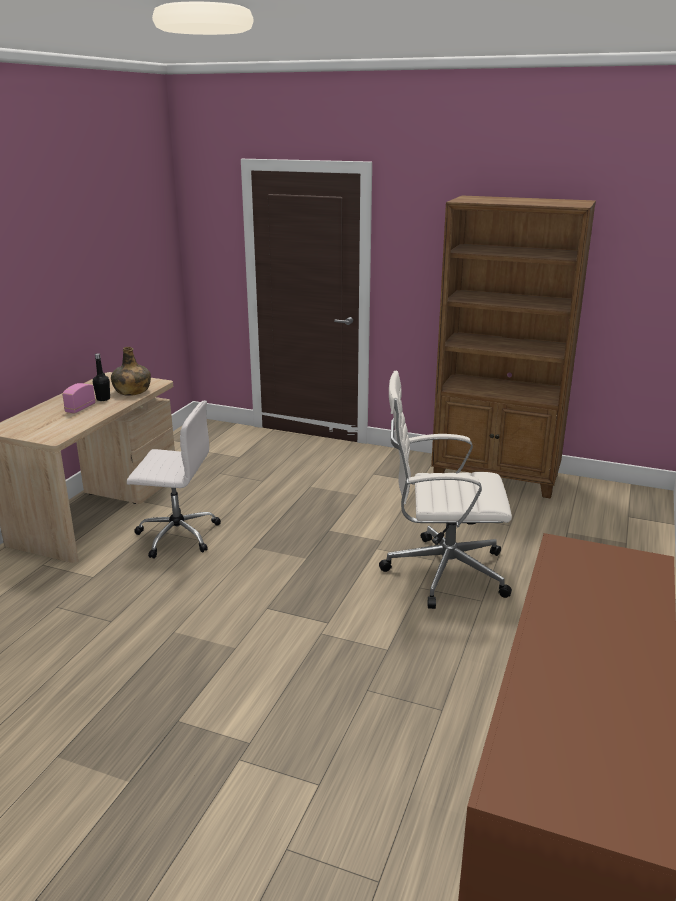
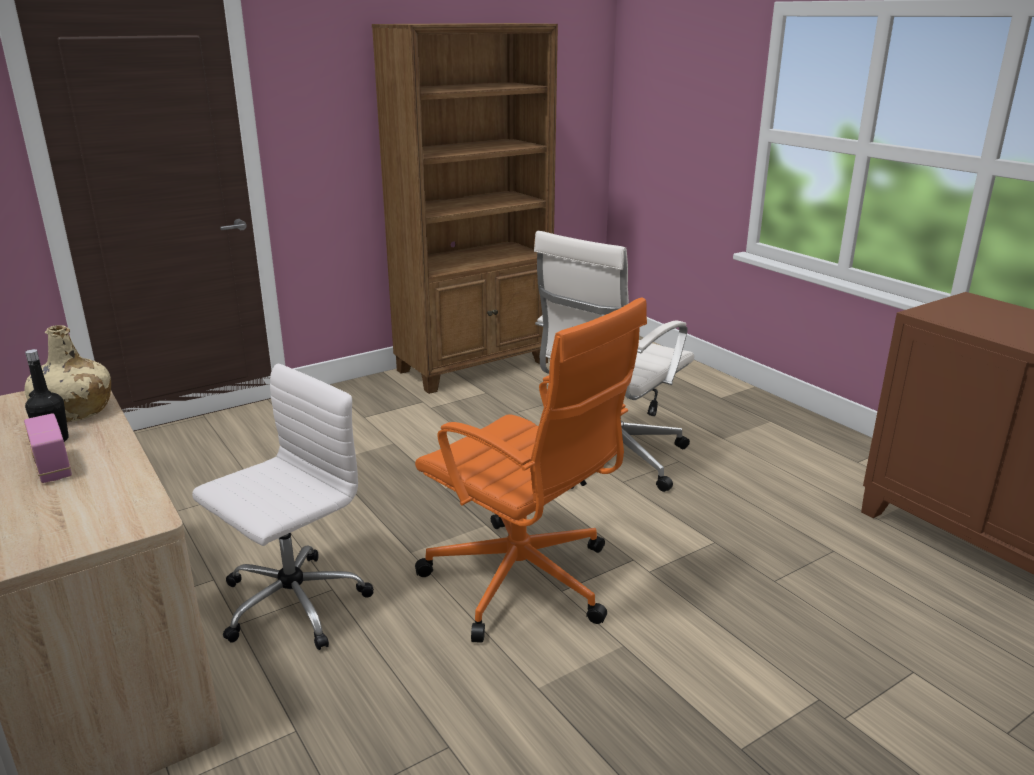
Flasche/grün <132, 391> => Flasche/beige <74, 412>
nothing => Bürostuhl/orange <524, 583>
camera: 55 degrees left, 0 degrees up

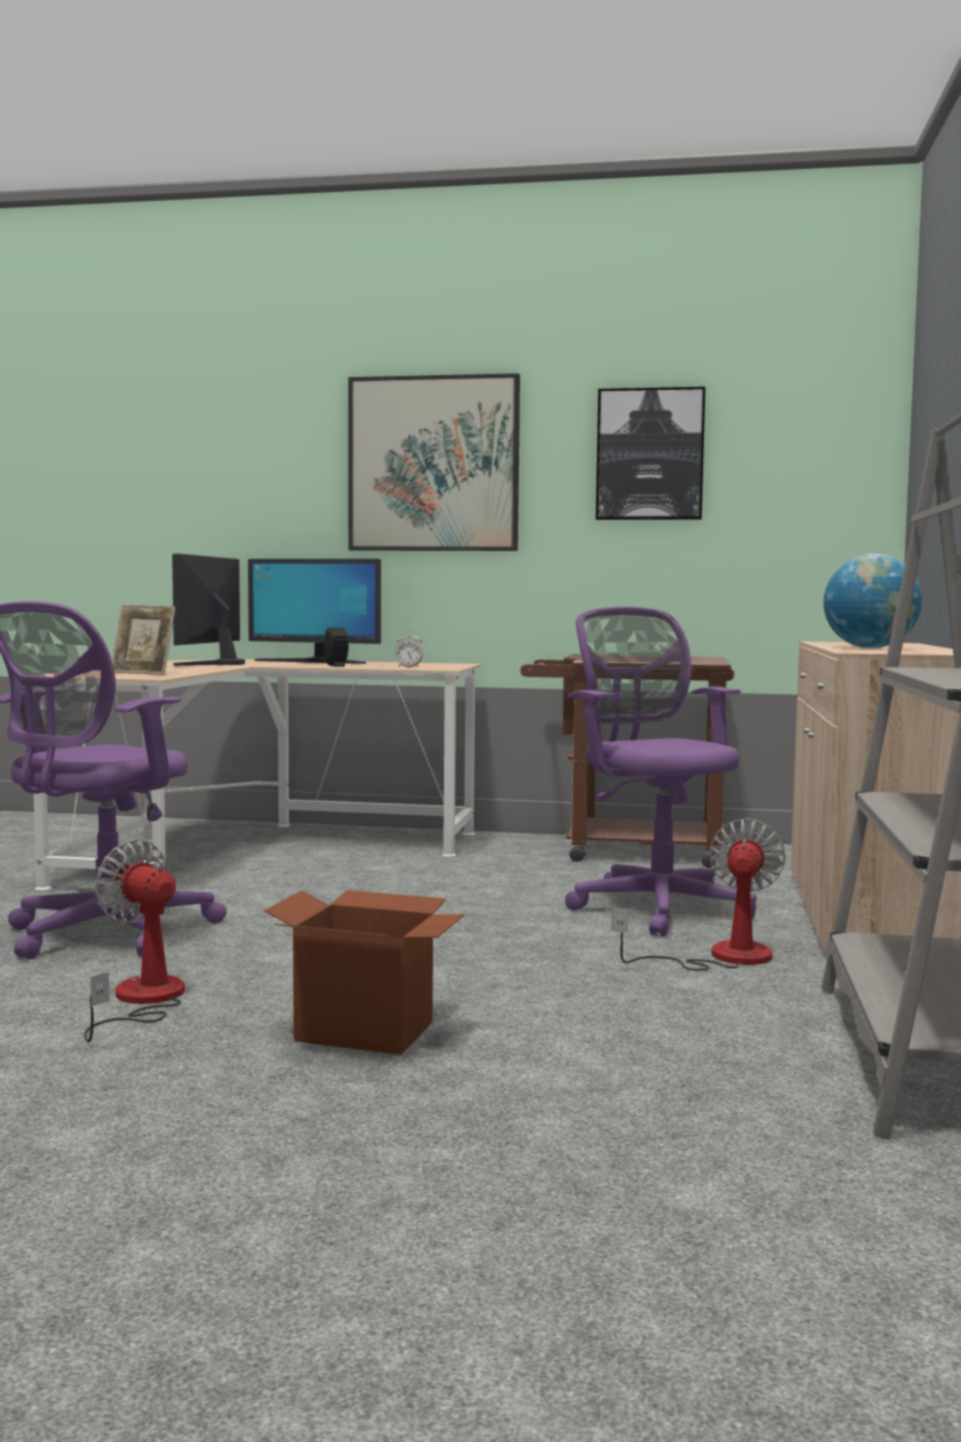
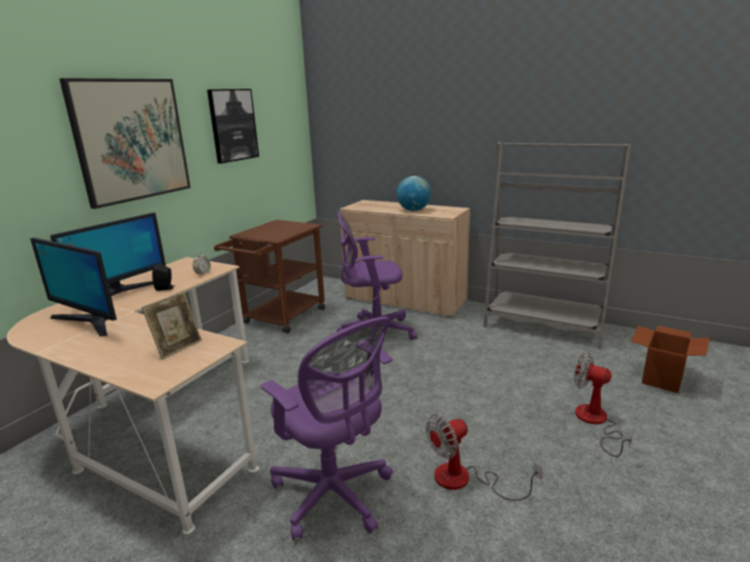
Ventilator <720, 957> => Ventilator <595, 422>, move
Karton <365, 1032> => Karton <662, 378>, move
camera: 70 degrees left, 15 degrees up

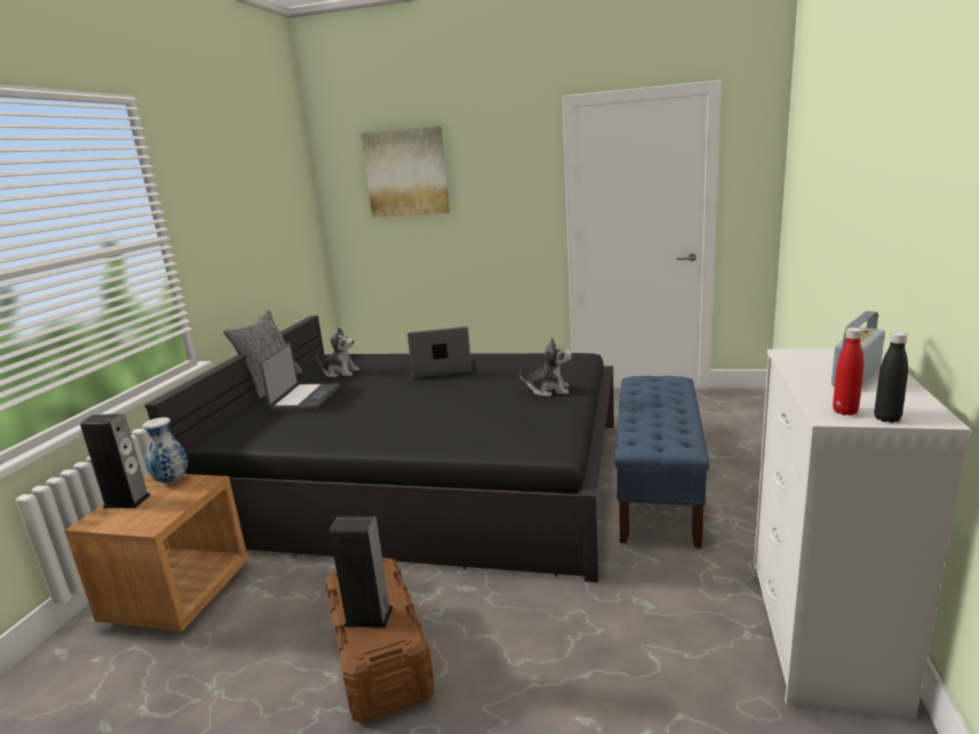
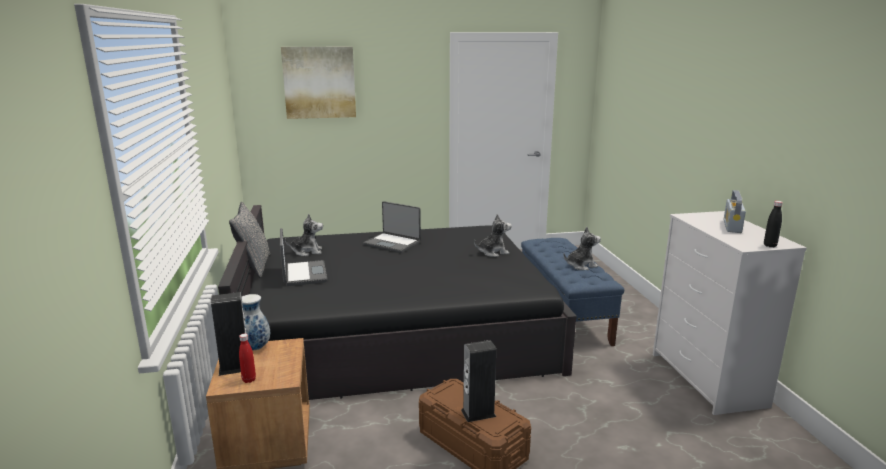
Laptop <441, 369> => Laptop <393, 243>, 120 degrees counterclockwise
Flasche/rot <845, 411> => Flasche/rot <249, 380>, move
nothing => Plüschtier <581, 265>
camera: 25 degrees left, 0 degrees up

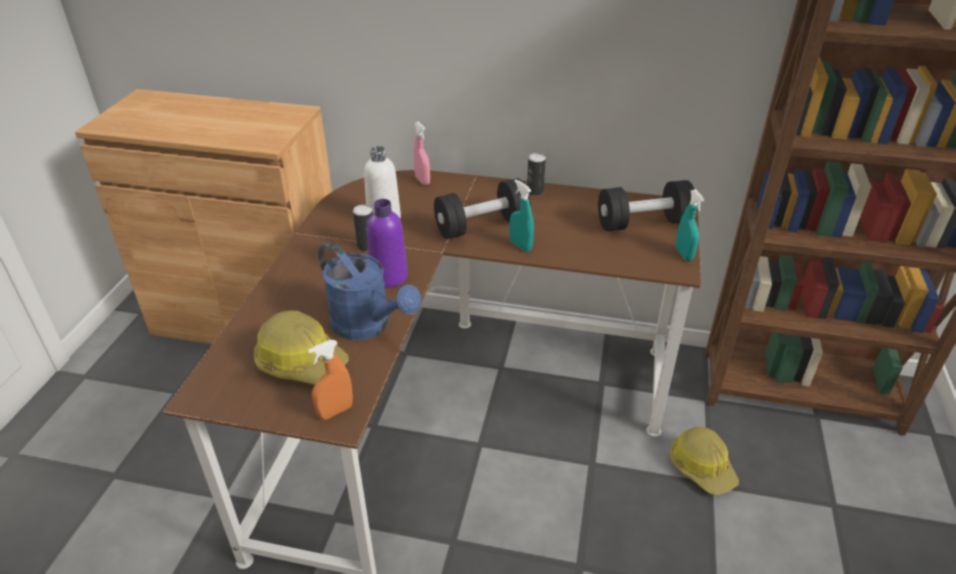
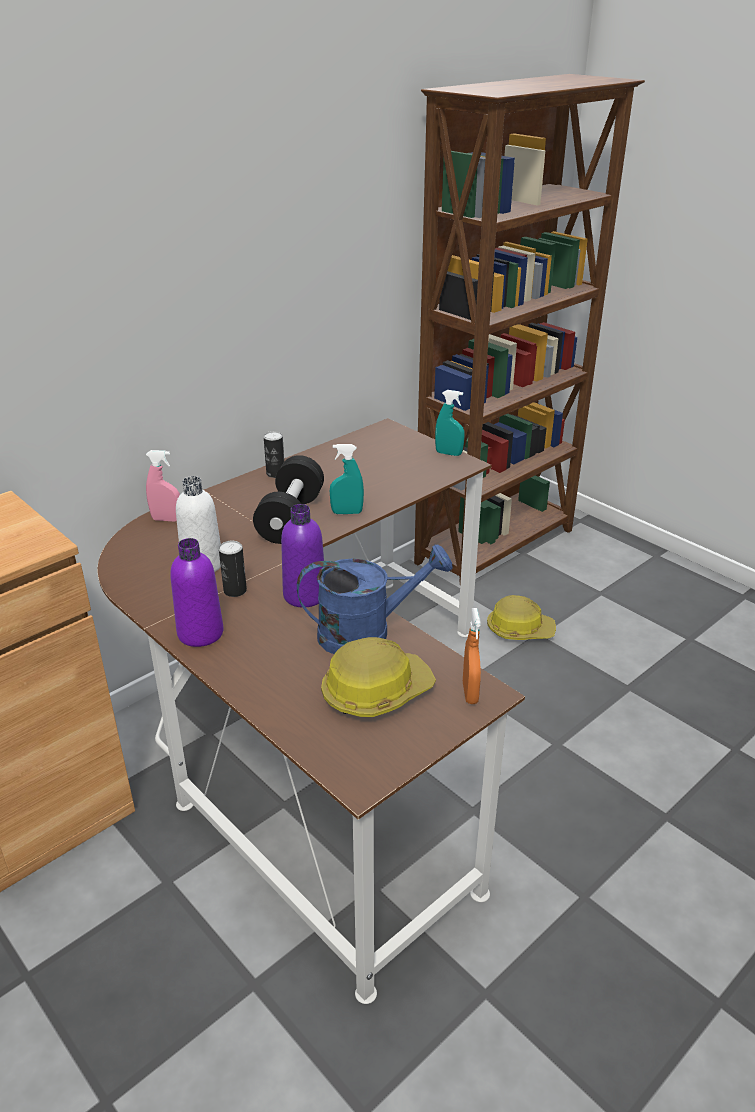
Hantel/schwarz <643, 223> => nothing
nothing => Flasche/lila <200, 633>
camera: 55 degrees left, 5 degrees down

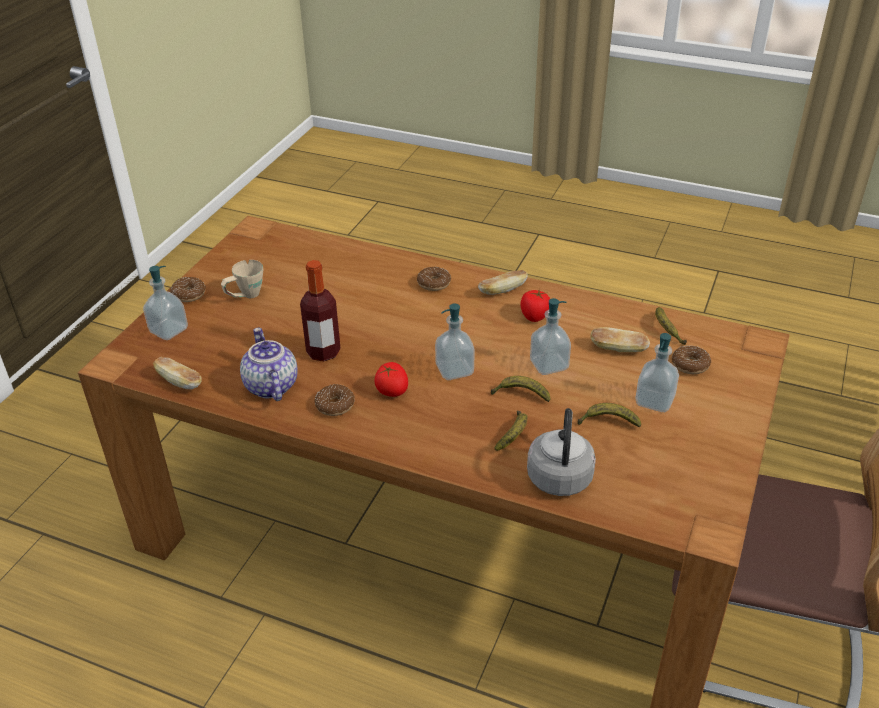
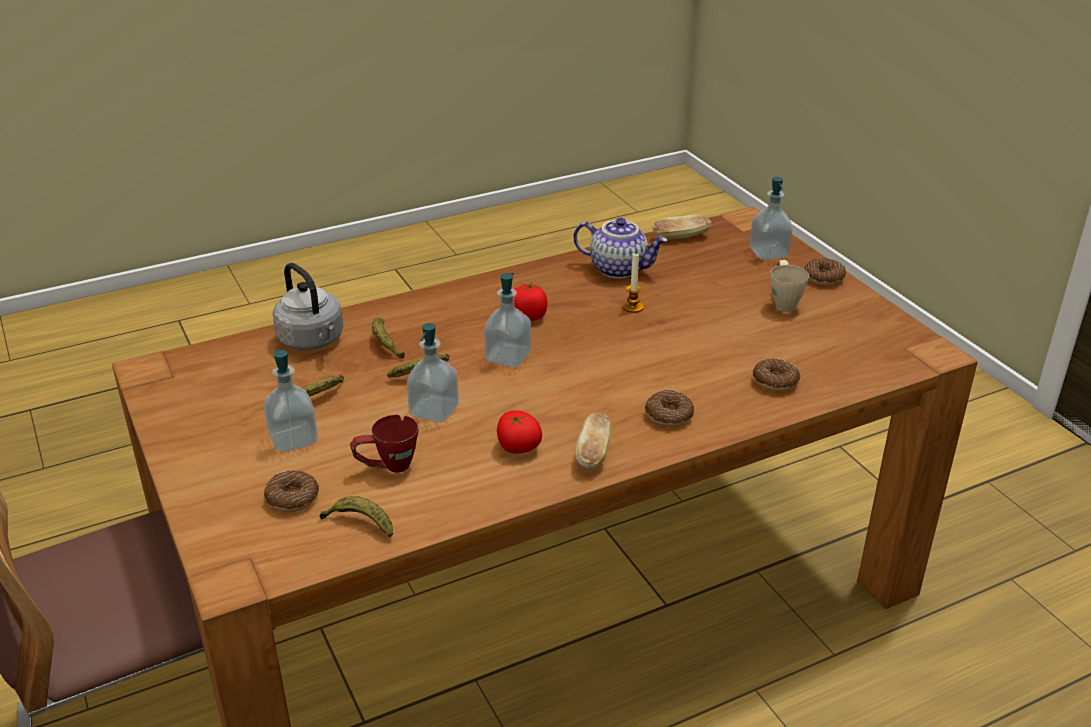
Flasche <323, 352> => Kerze <633, 307>
Brot <618, 349> => Henkelbecher/rot <387, 468>
Donut <335, 405> => Donut <775, 381>, move
camera: 130 degrees right, 5 degrees down

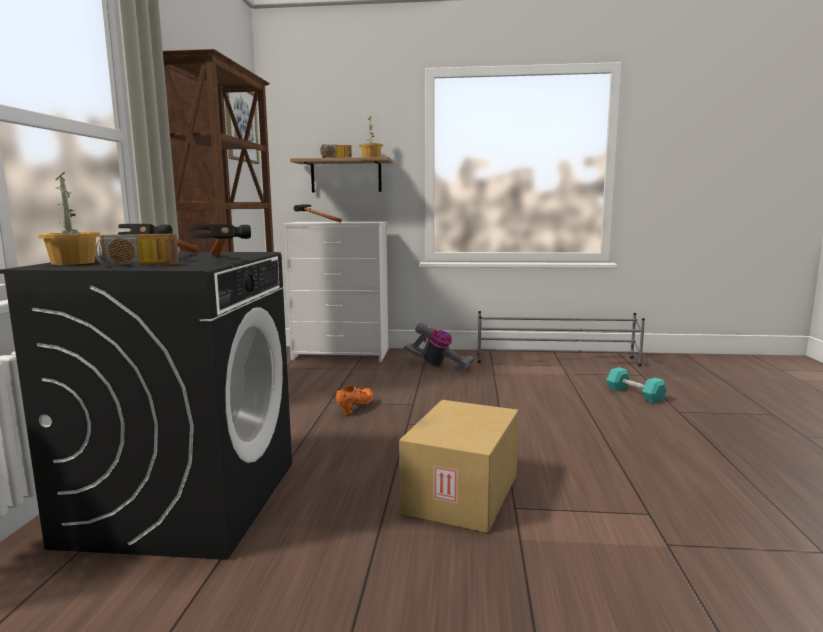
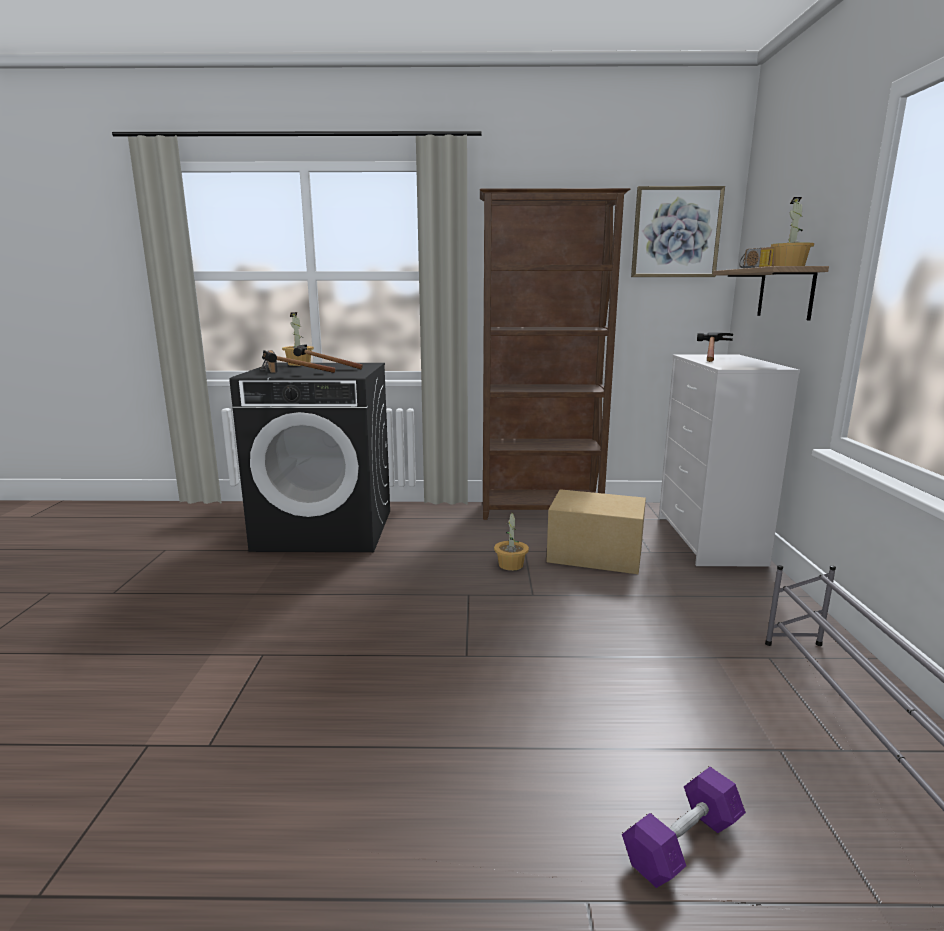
Staubsauger <439, 366> => nothing
Hantel/türkis <635, 394> => Hantel/lila <682, 843>
Schuh/orange <355, 408> => Topfpflanze <510, 565>
Karton <463, 494> => Karton <594, 555>, move
camera: 85 degrees right, 5 degrees up

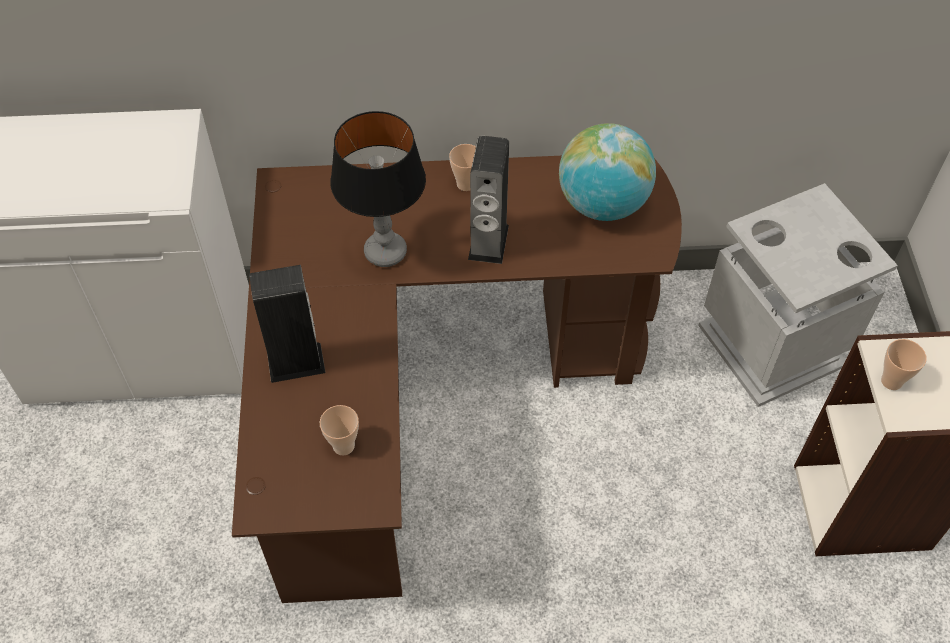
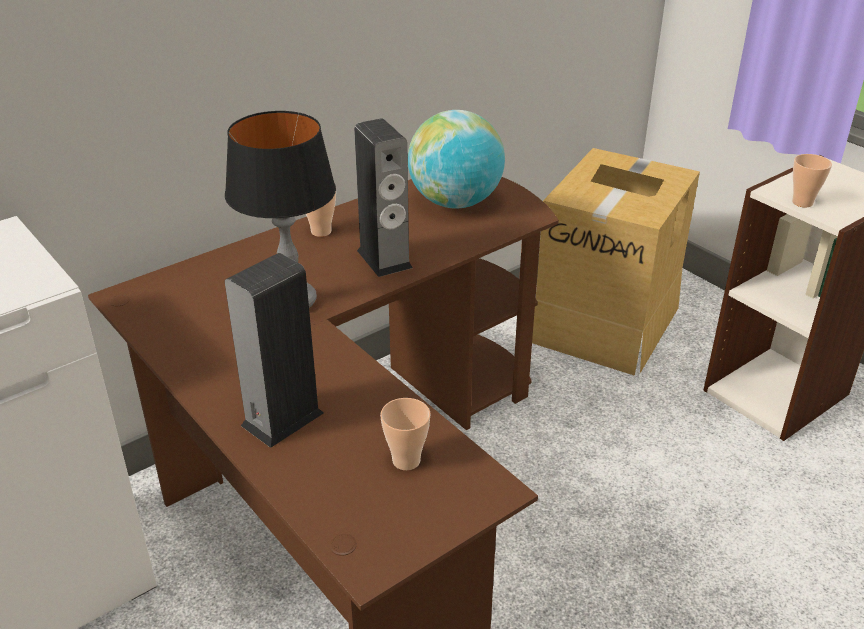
Mülleimer/grau <773, 346> => Karton <607, 323>
camera: 35 degrees left, 20 degrees down

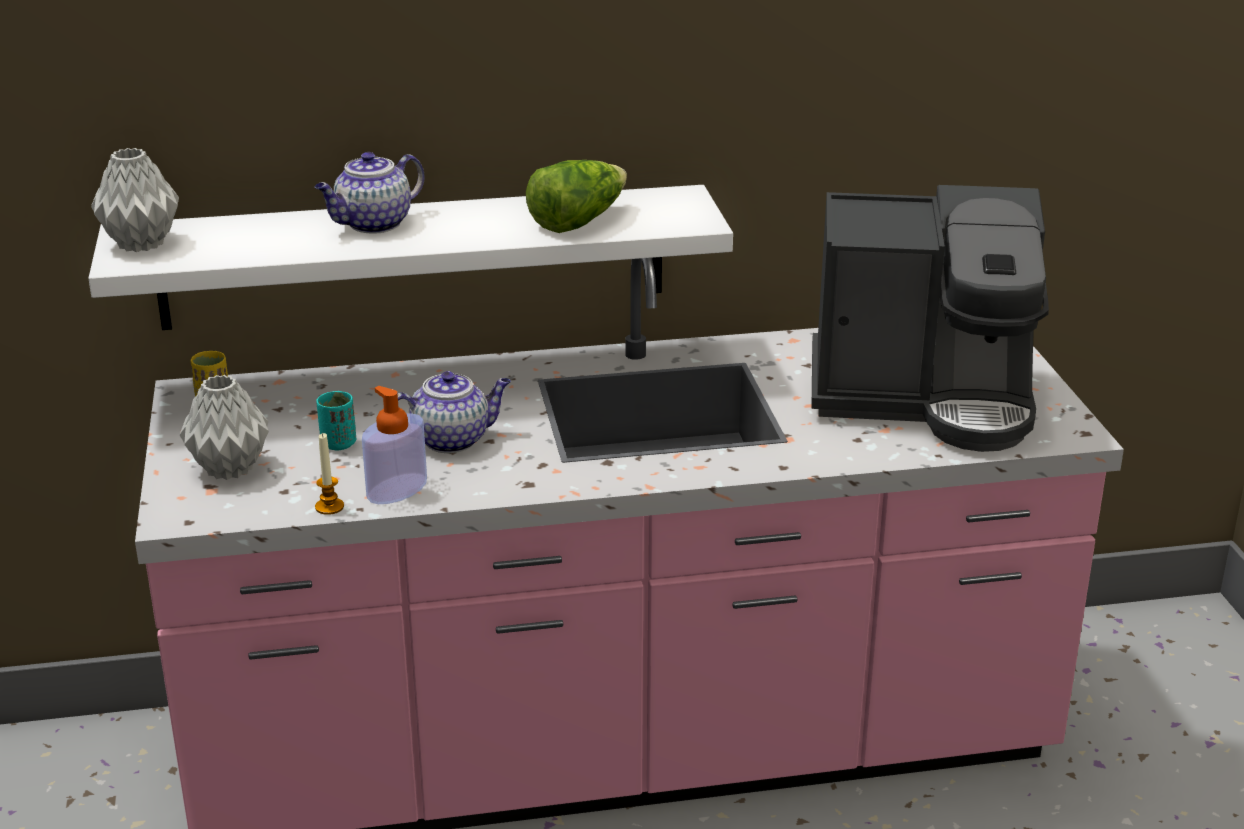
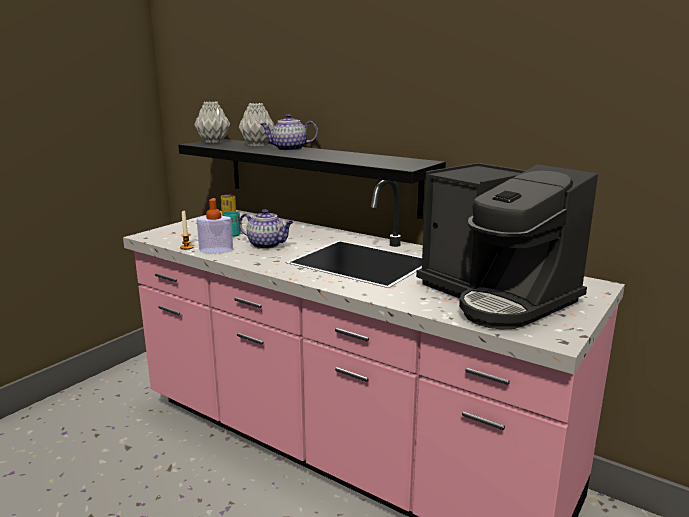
Salatkopf <577, 221> => nothing
Wandregal/weiß <413, 257> => Wandregal/schwarz <319, 175>
Vase/grau <228, 469> => Vase/grau <257, 145>, move
camera: 45 degrees right, 10 degrees down

